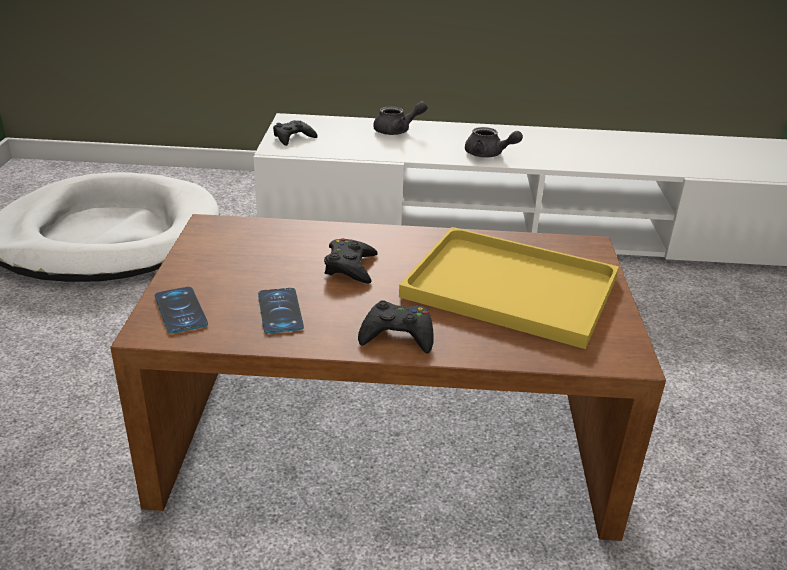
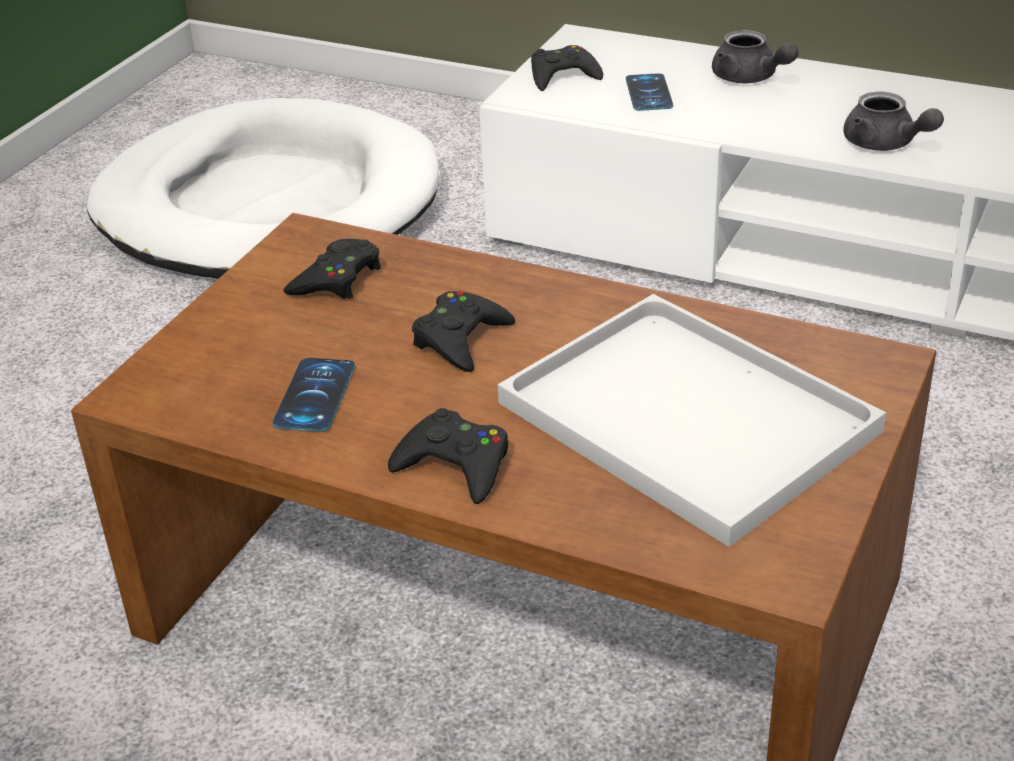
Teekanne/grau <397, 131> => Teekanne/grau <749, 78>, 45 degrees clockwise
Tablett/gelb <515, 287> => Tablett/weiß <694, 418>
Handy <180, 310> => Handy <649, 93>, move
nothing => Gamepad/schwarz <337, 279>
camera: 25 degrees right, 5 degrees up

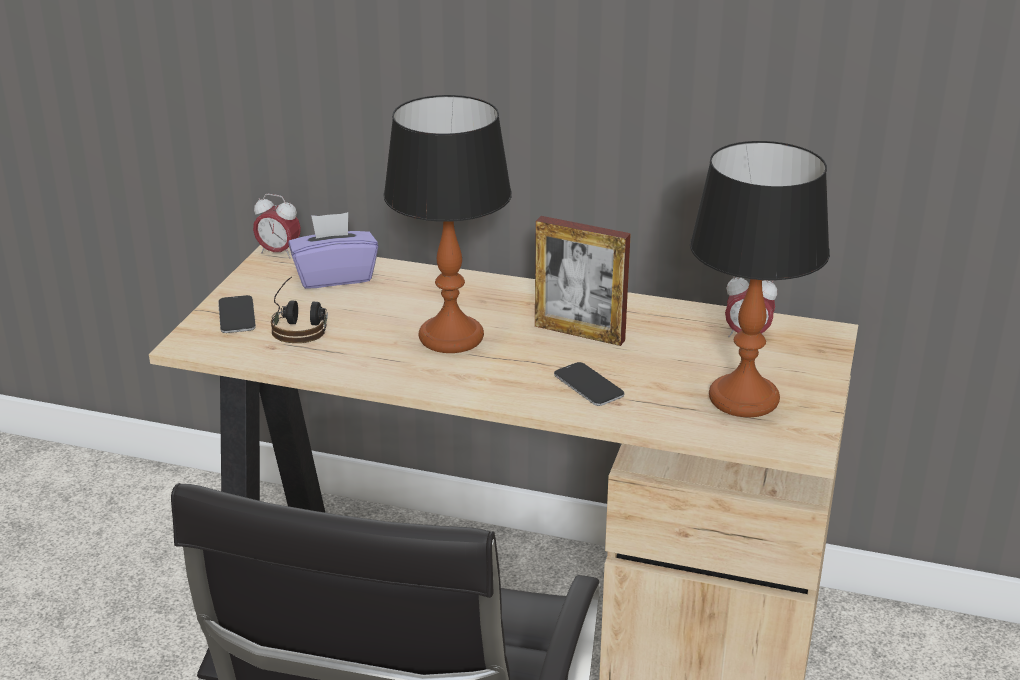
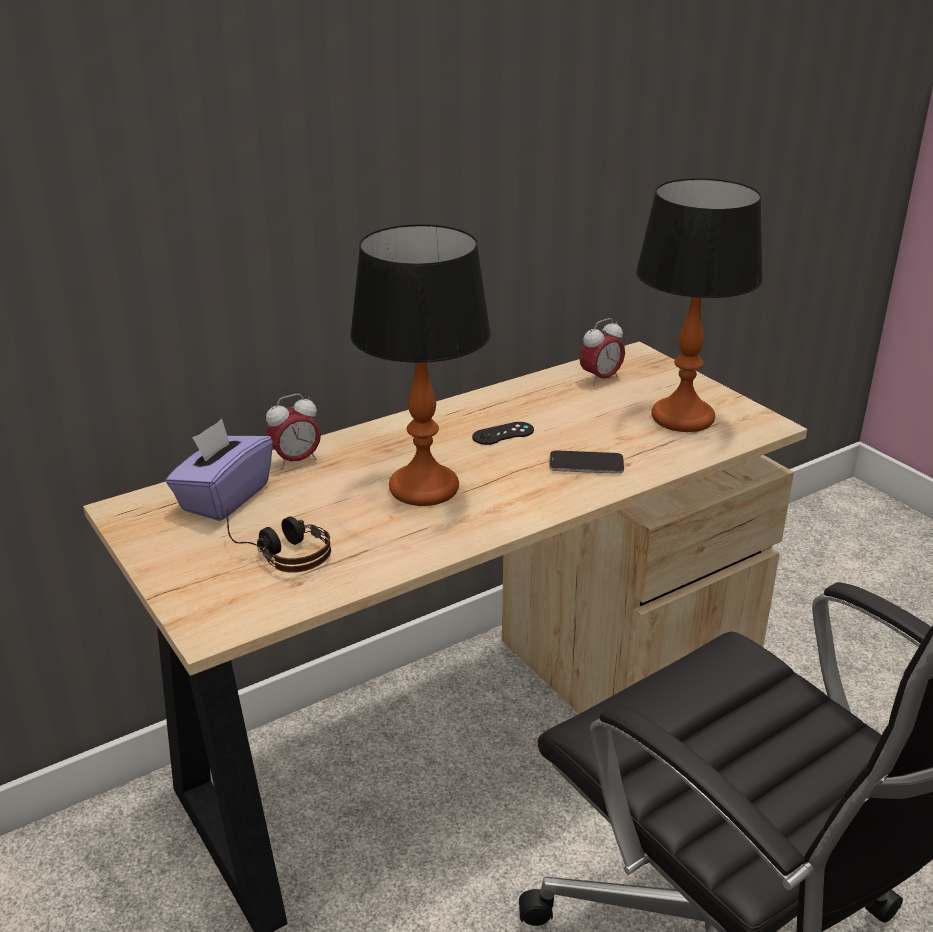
Wecker <278, 253> => Wecker <296, 461>, move
Bilderrahmen <579, 333> => Gamepad/schwarz <503, 434>
Handy <237, 316> => nothing
camera: 50 degrees left, 0 degrees up

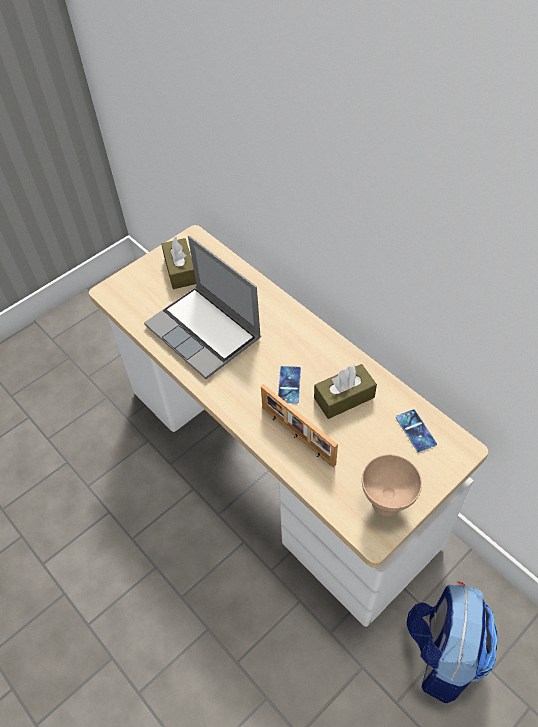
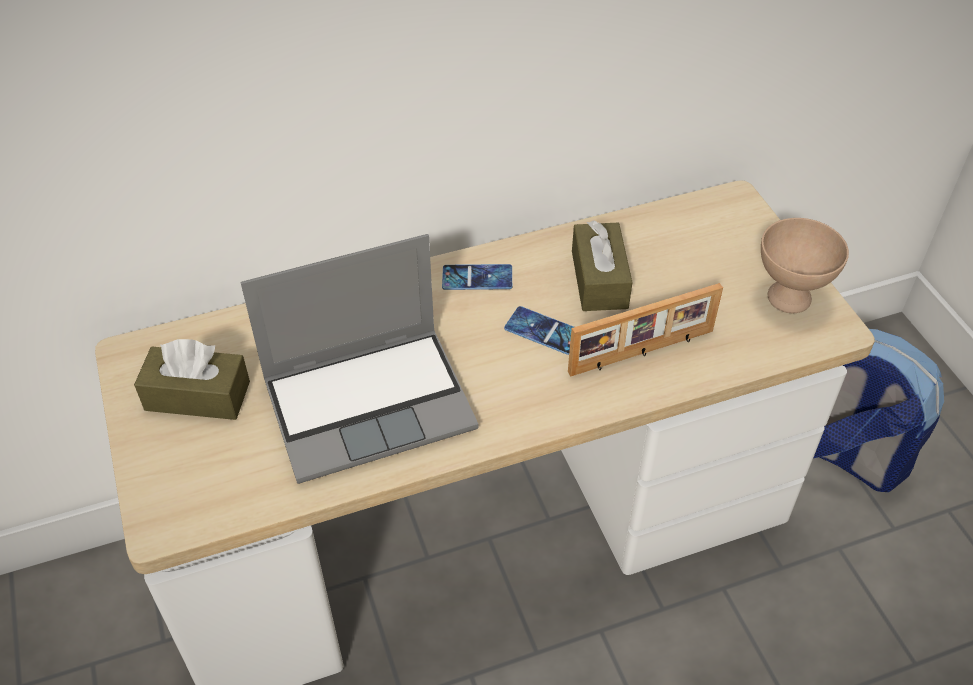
Handy <415, 430> => Handy <477, 278>, move
camera: 70 degrees left, 5 degrees down

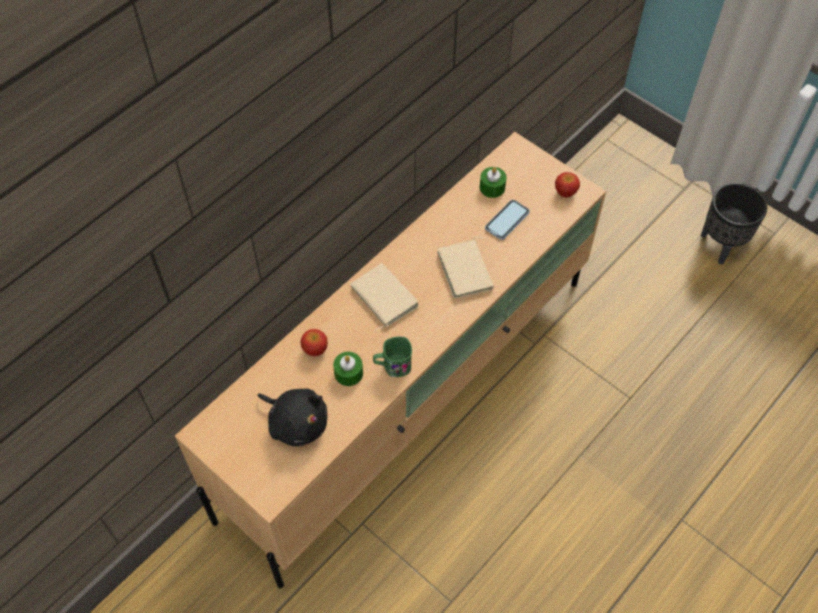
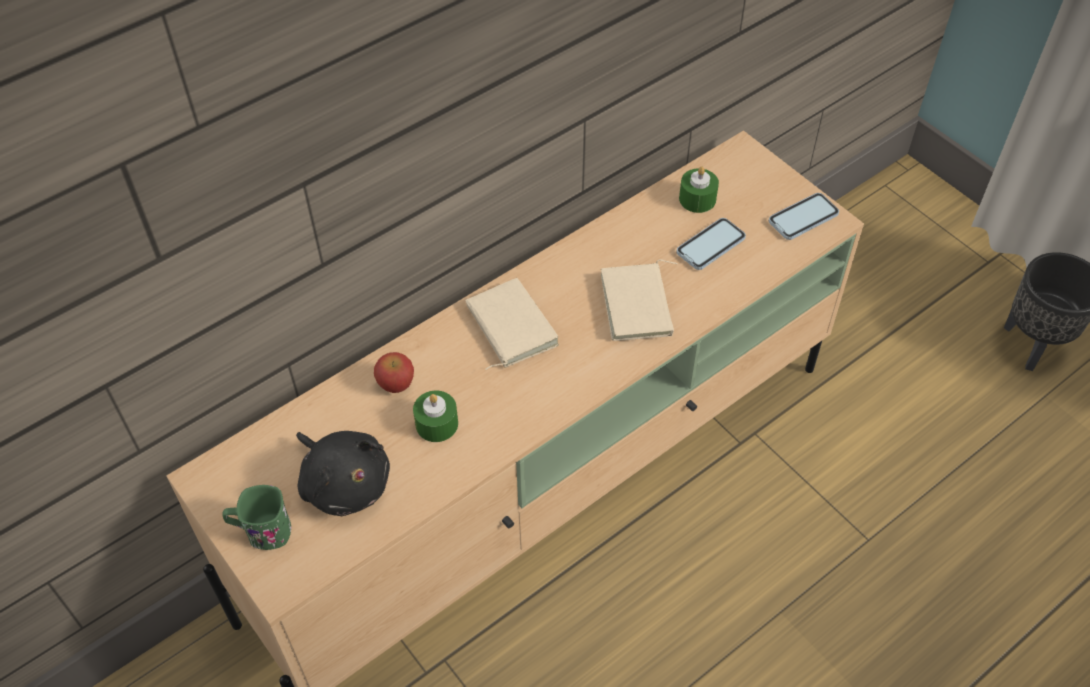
Apfel <565, 192> => Handy <803, 218>
Henkelbecher/grün <392, 366> => Henkelbecher/grün <261, 531>, move
camera: 10 degrees right, 5 degrees down

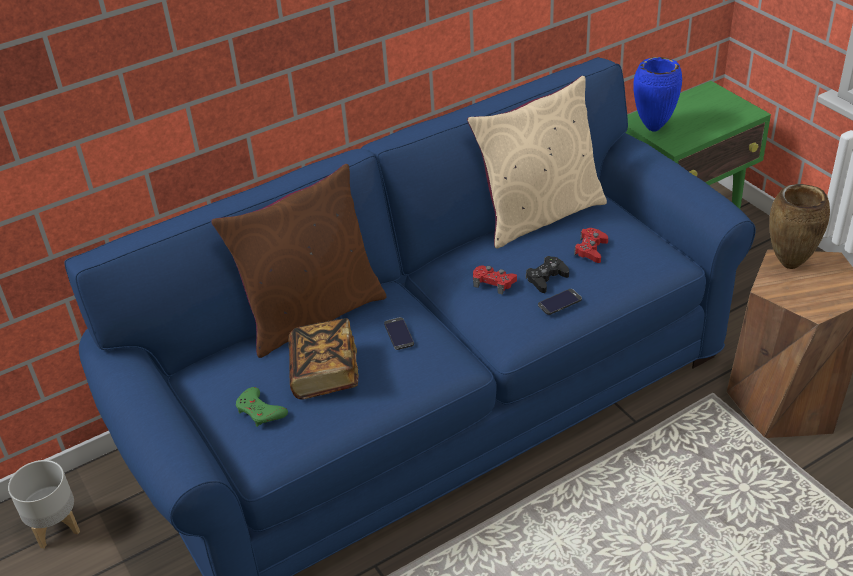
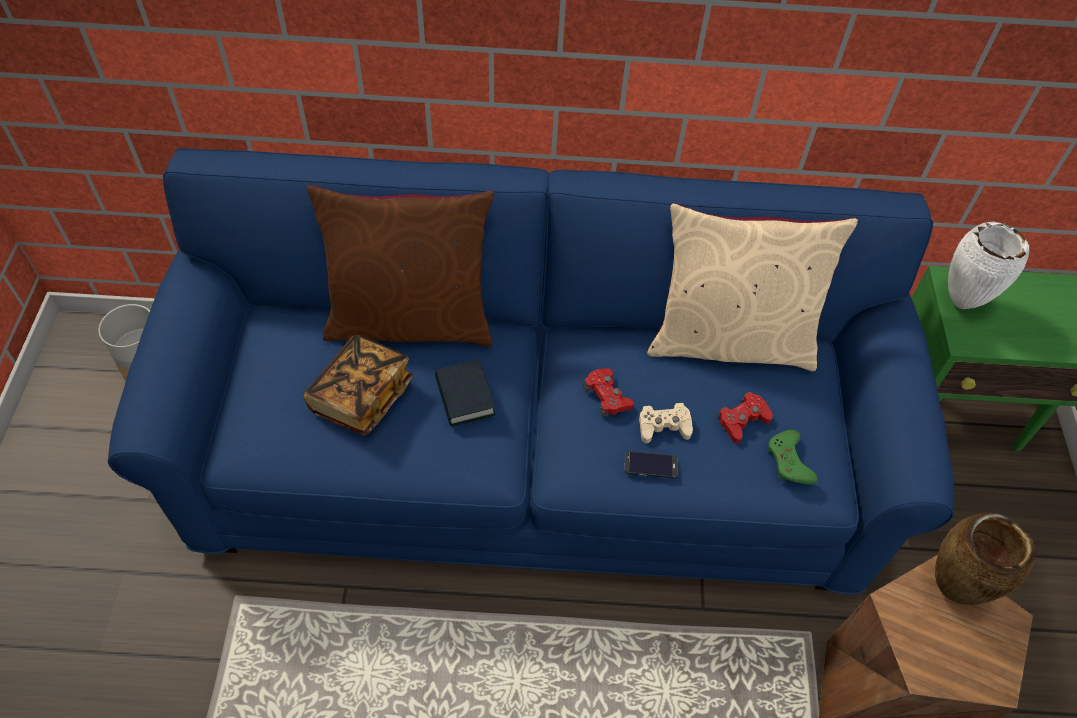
Vase/blau <653, 128> => Vase/weiß <961, 302>
Gamepad/schwarz <546, 278> => Gamepad/beige <663, 426>
Handy <399, 334> => Buch <464, 397>
Gamepad/grün <260, 411> => Gamepad/grün <789, 461>, move
camera: 30 degrees right, 15 degrees up

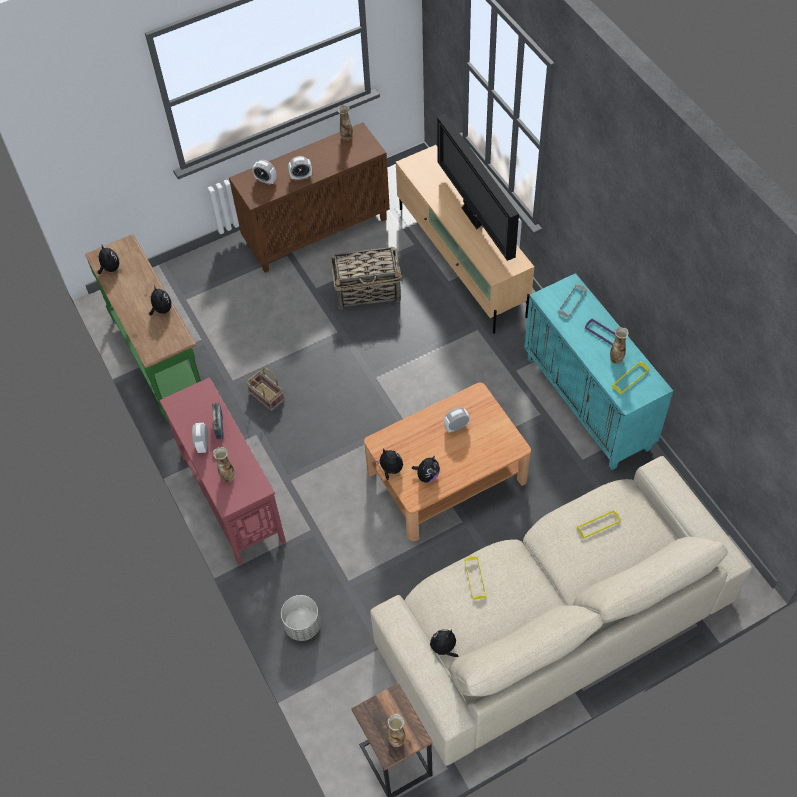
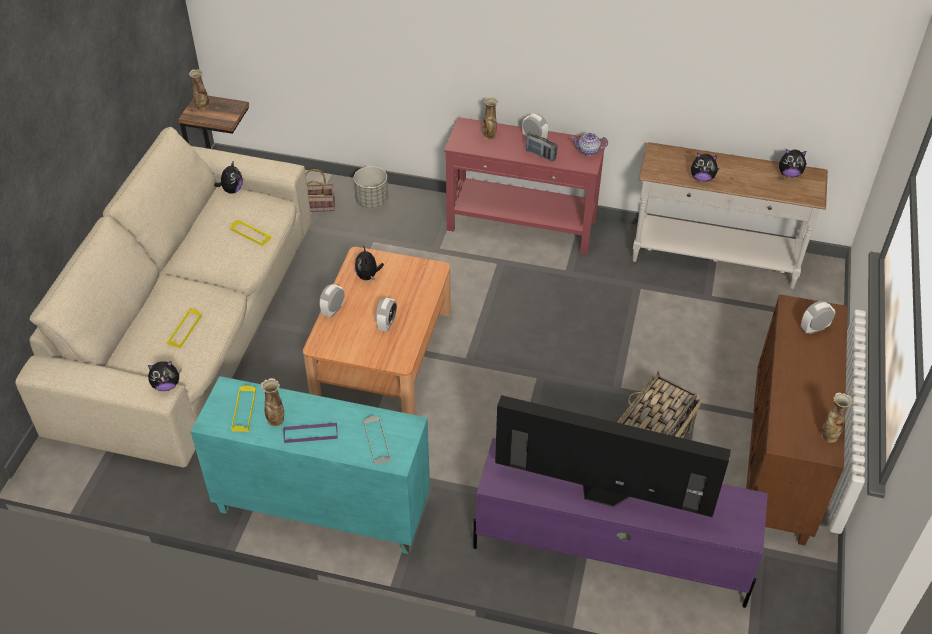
Fernsehschrank/beige <461, 262> => Fernsehschrank/lila <609, 552>
Wecker <301, 177> => Wecker <333, 310>, move
Konsolentisch/grün <160, 359> => Konsolentisch/weiß <714, 260>
Korb <265, 396> => Korb <318, 205>, move
Plüschtier <390, 470> => Plüschtier <166, 385>, move
nothing => Teekanne <588, 151>
camera: 130 degrees right, 10 degrees down

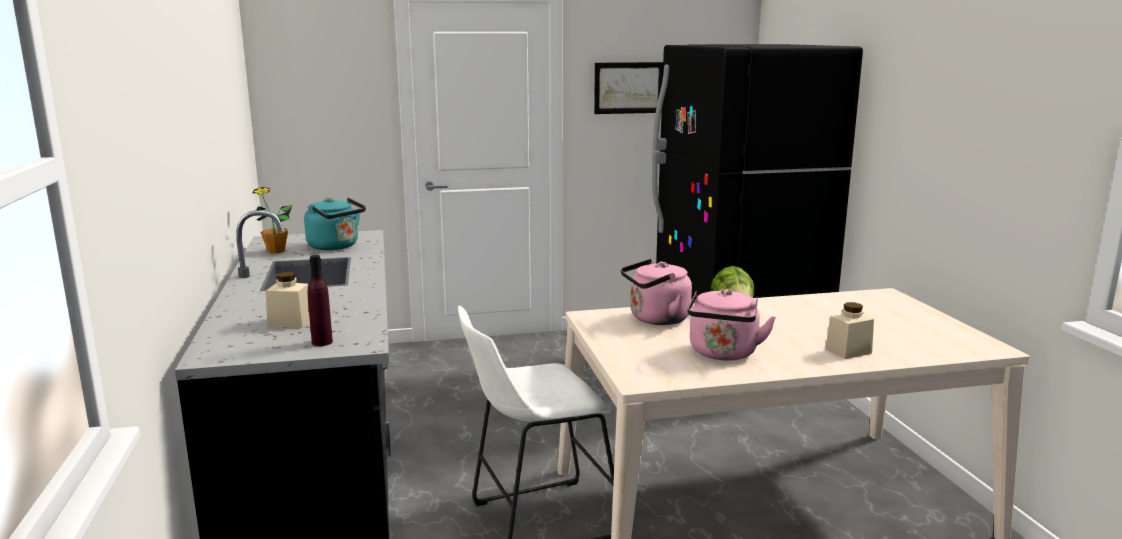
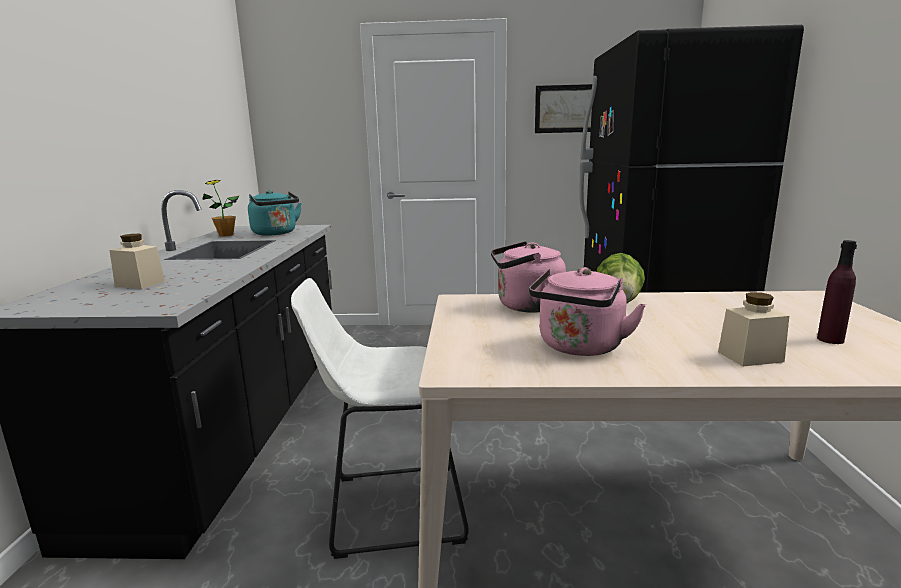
Flasche/lila <322, 342> => Flasche/lila <830, 339>, move
camera: 15 degrees right, 0 degrees up

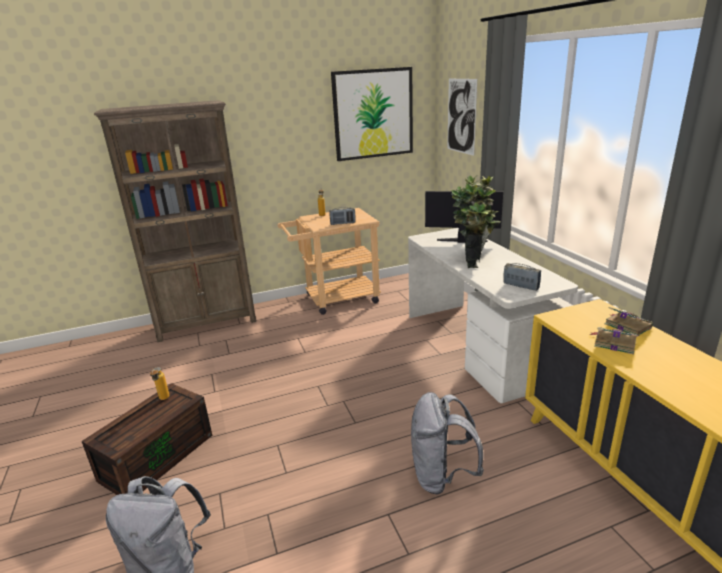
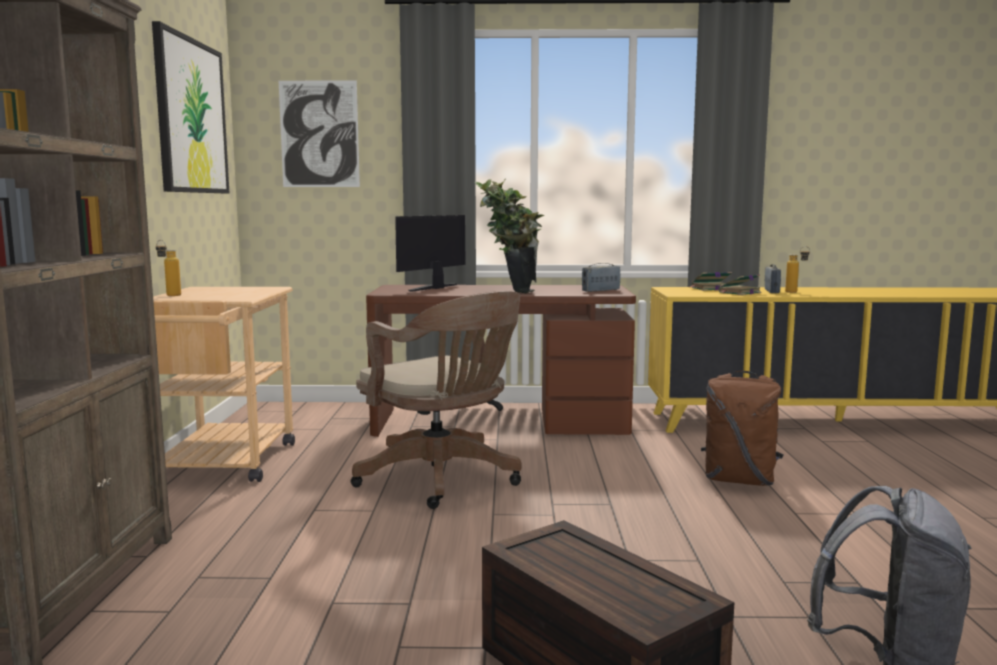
Radio <342, 223> => Radio <772, 291>, move
Schreibtisch/weiß <476, 346> => Schreibtisch/braun <501, 422>
Flasche <163, 400> => Flasche <796, 292>, move
Rucksack/grau <441, 476> => Rucksack/braun <739, 480>
nothing => Bürostuhl/braun <443, 479>
camera: 70 degrees left, 15 degrees down

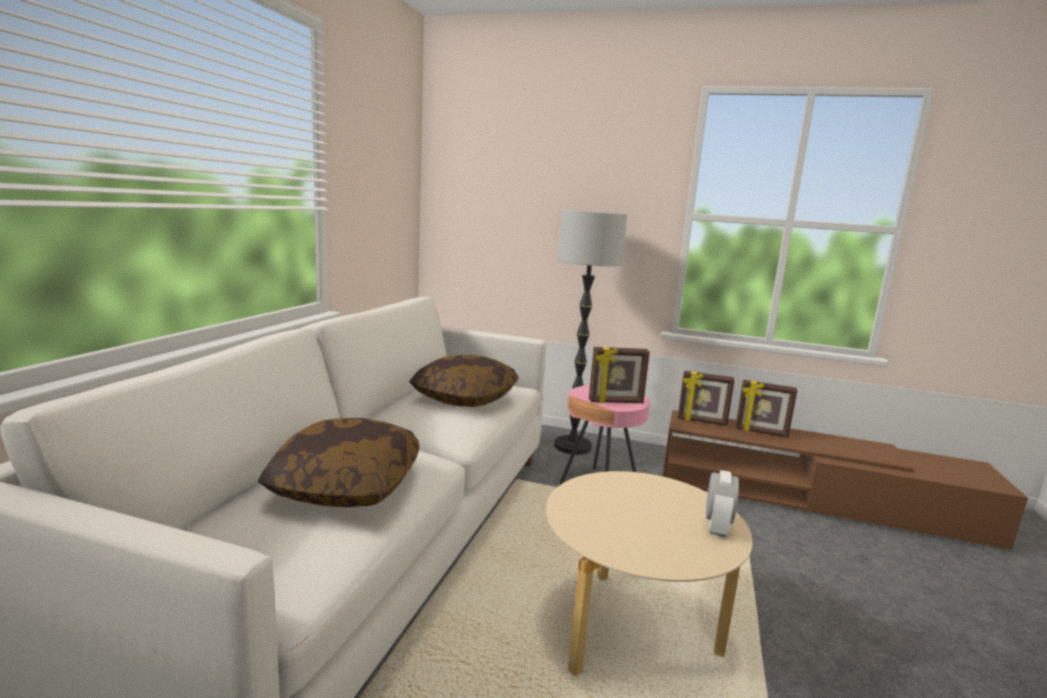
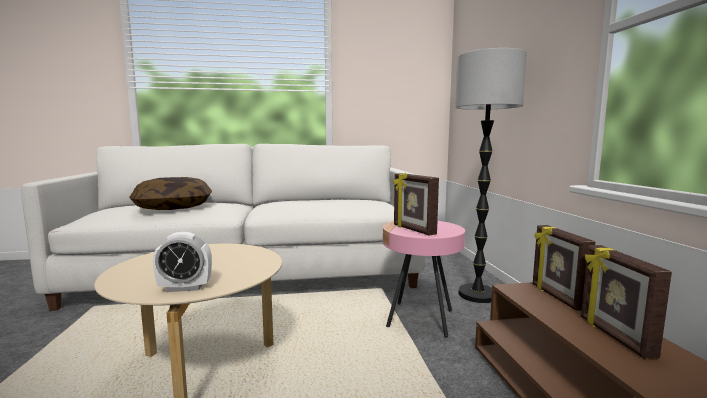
Kissen <465, 397> => nothing
camera: 65 degrees right, 5 degrees down

